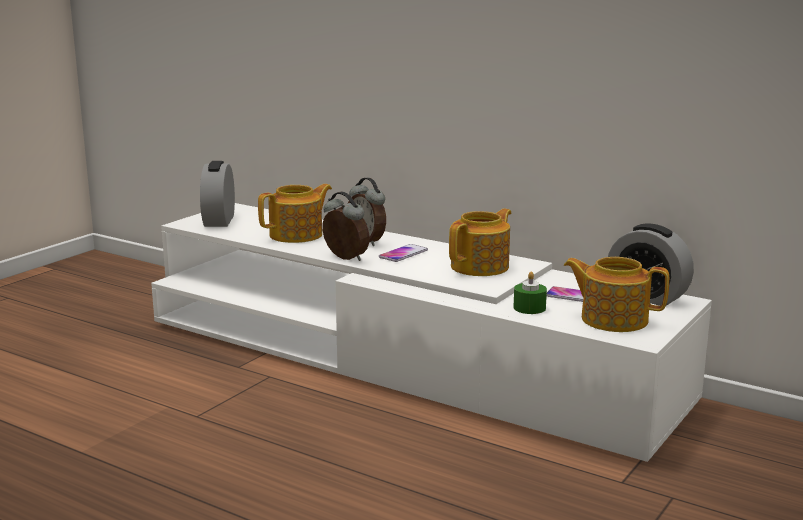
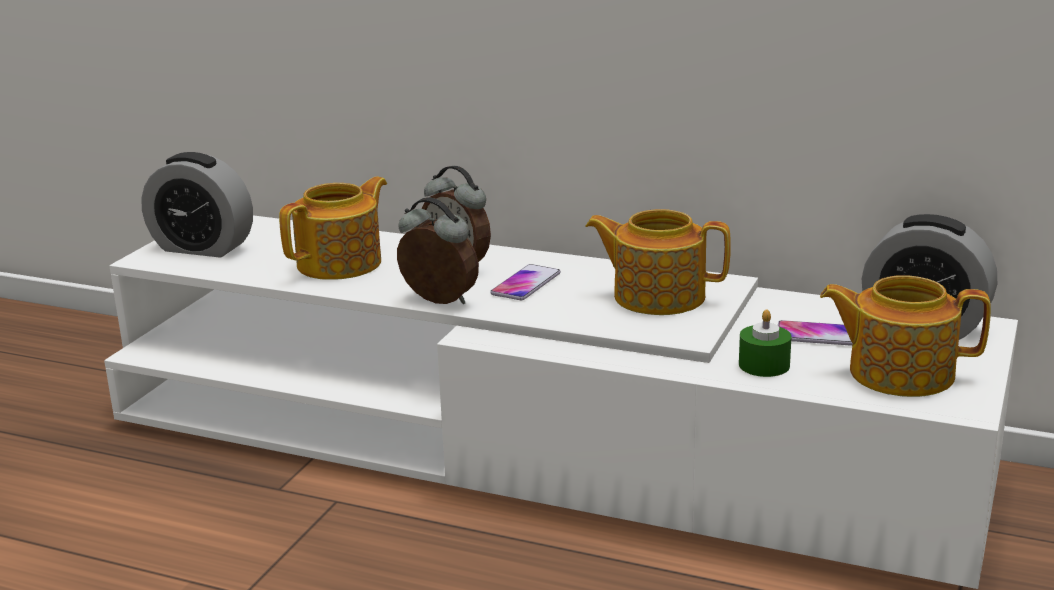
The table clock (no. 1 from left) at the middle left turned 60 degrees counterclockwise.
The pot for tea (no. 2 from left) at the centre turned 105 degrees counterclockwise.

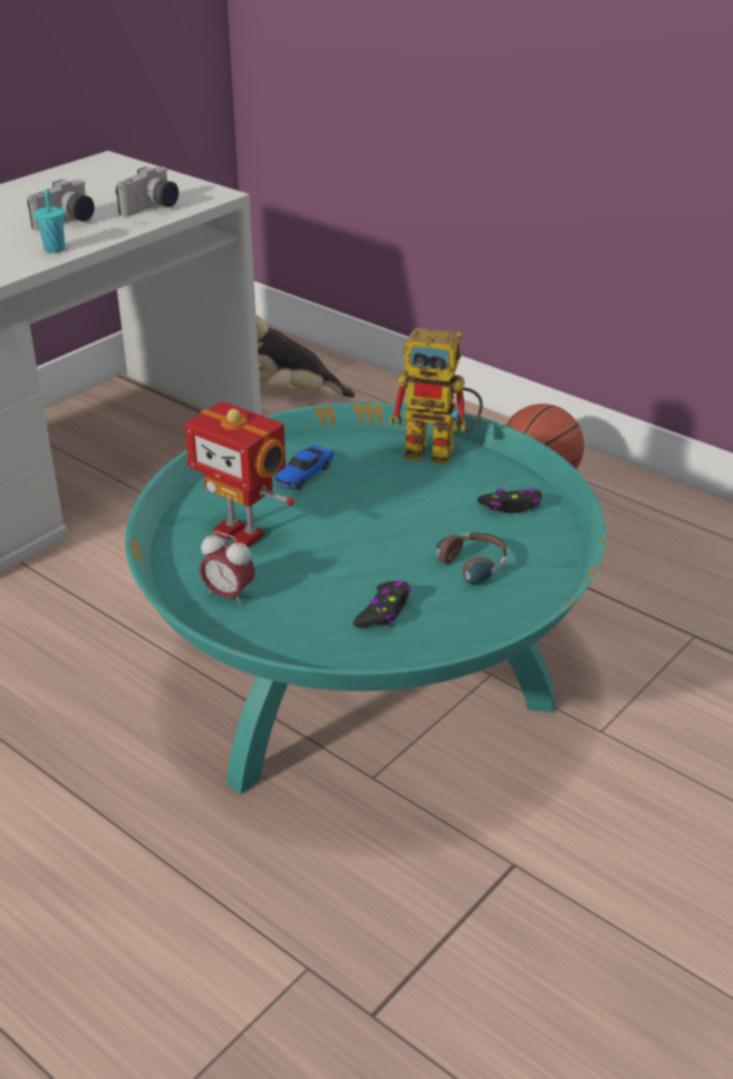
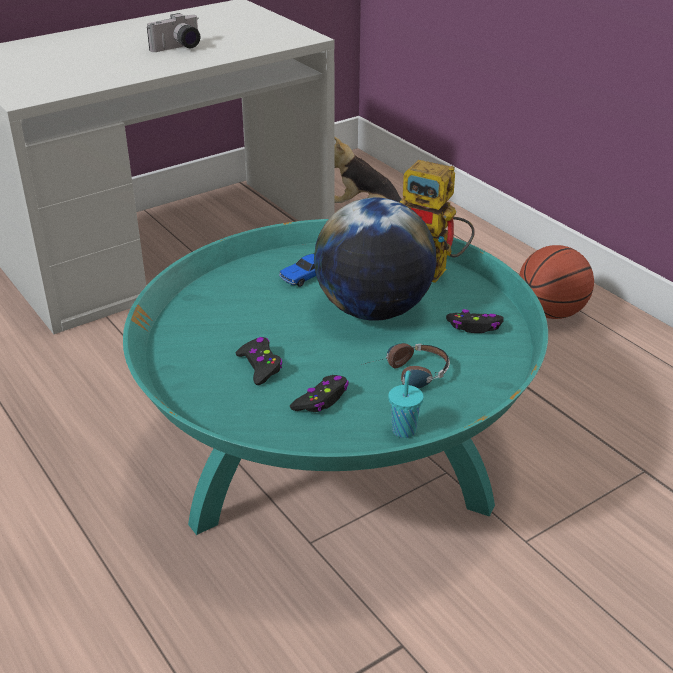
The photo camera (no. 2 from left) at the top left disappeared.
The drinking cup (turquoise) moved from the top left to the centre.
The model robot (no. 1 from left) at the middle left disappeared.
The table clock at the middle left disappeared.
The desk globe at the centre appeared.
The gamepad (black) (no. 1 from left) at the centre appeared.

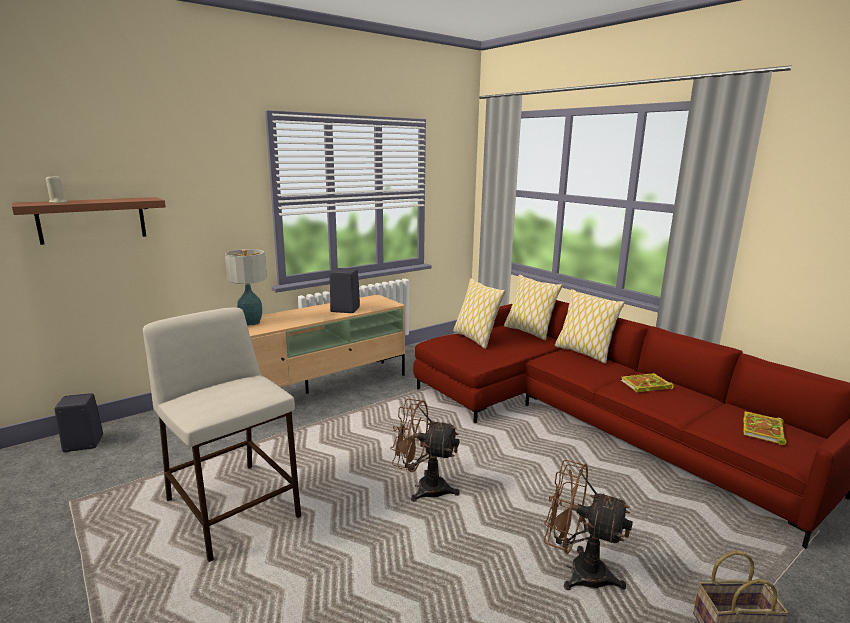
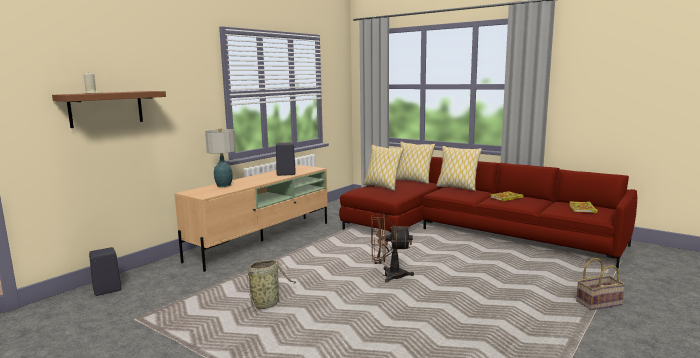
The stool (beige) at the bottom left was replaced by the basket (no. 1 from left) at the bottom centre.
The cooling fan (brownish) (no. 2 from left) at the bottom right disappeared.

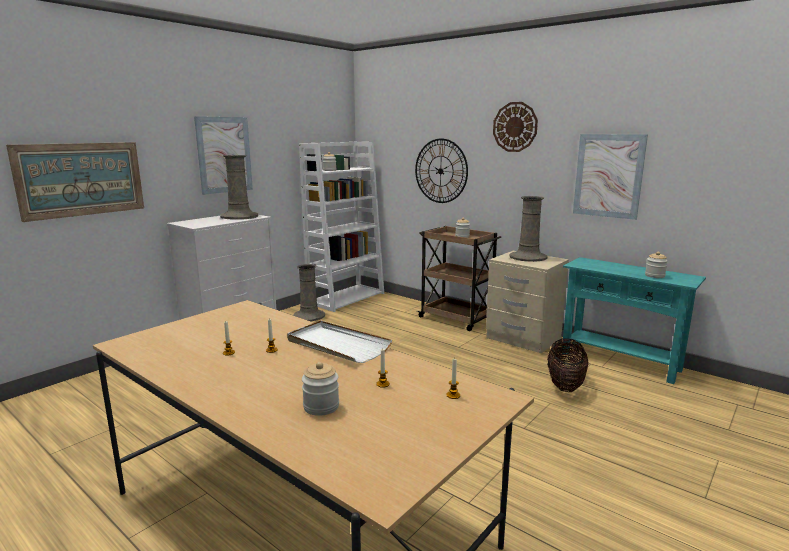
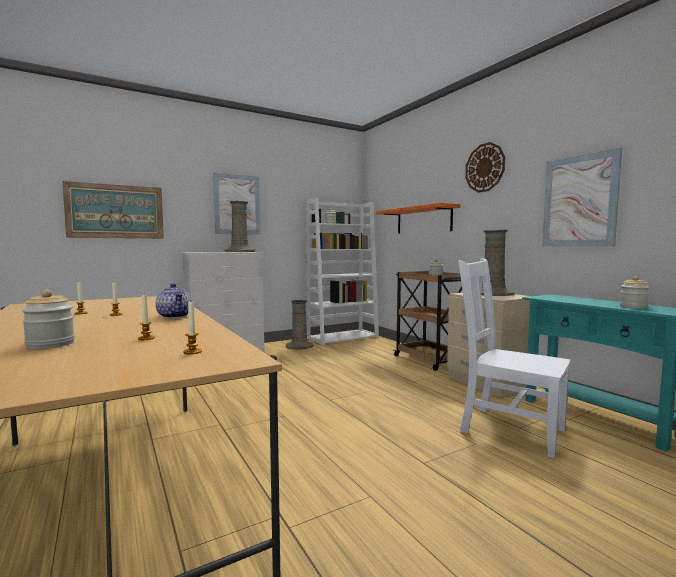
The hanging clock (no. 1 from left) at the top centre was replaced by the wall shelf (orange) at the centre.
The serving tray (white) at the centre was replaced by the pot for tea at the middle left.
The basket at the middle right was replaced by the upright chair (white) at the middle right.

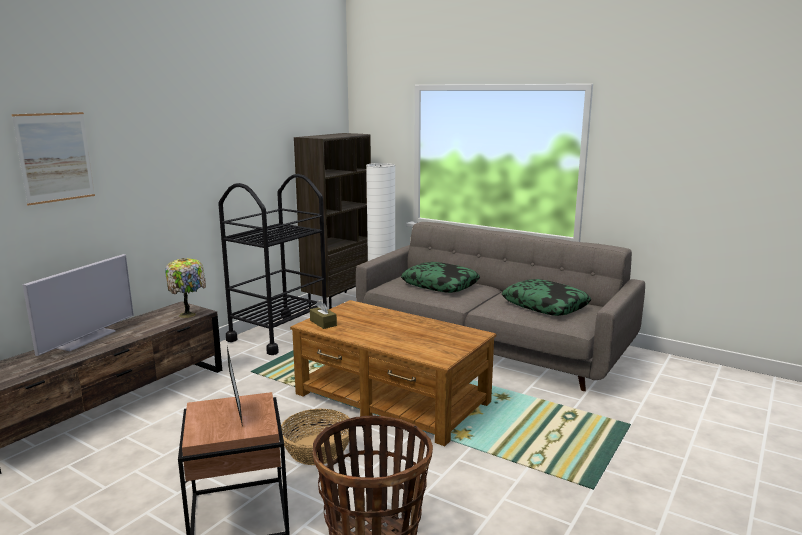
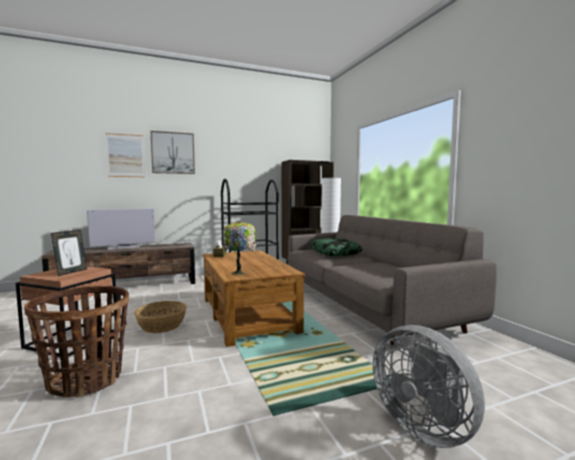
The table lamp moved from the middle left to the centre.
The throw pillow (no. 2 from left) at the middle right disappeared.
The wall picture (no. 2 from left) at the top left appeared.
The cooling fan (gray) at the bottom right appeared.

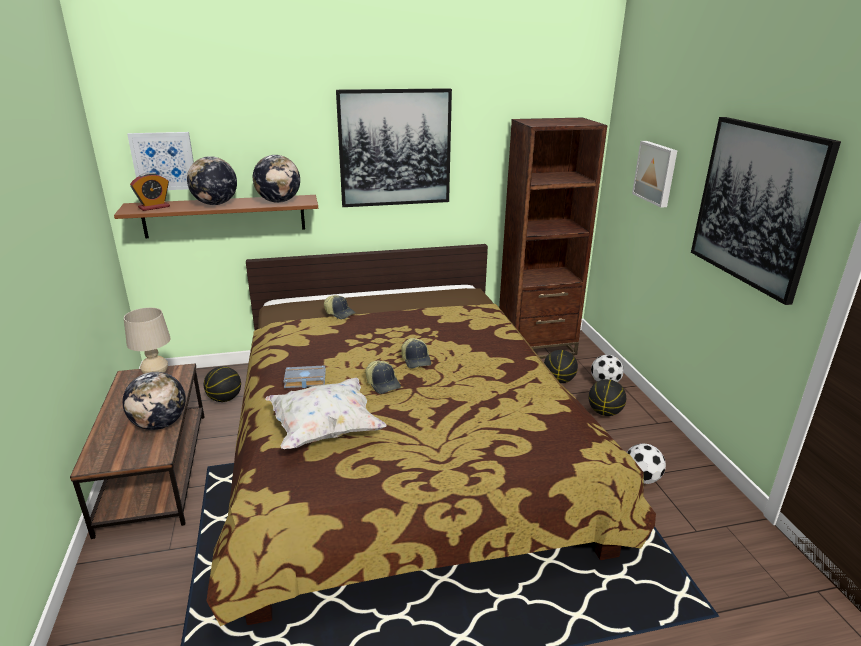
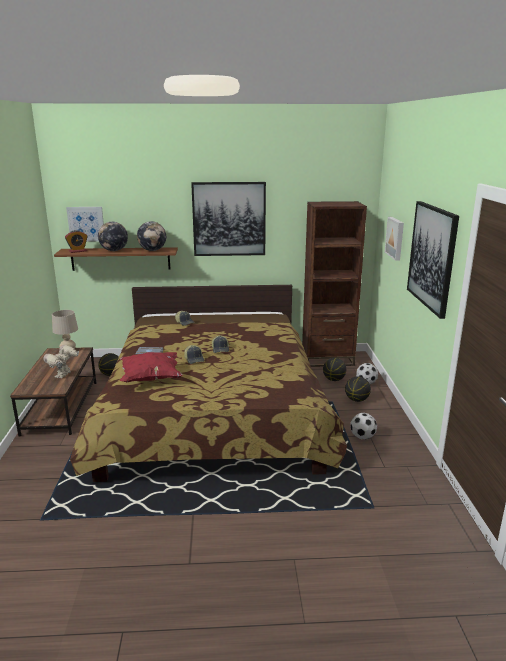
The desk globe (no. 1 from left) at the middle left was replaced by the model robot at the middle left.
The throw pillow (white) at the centre became the throw pillow (reddish) at the middle left.

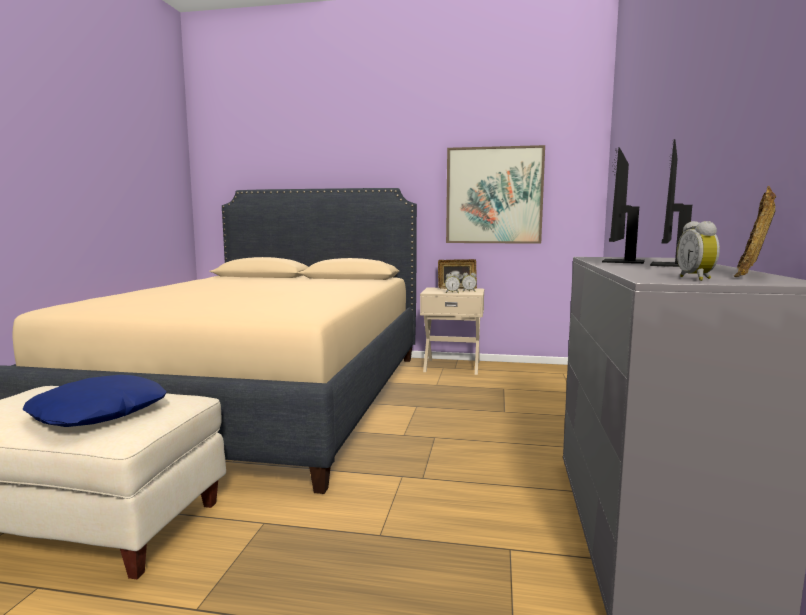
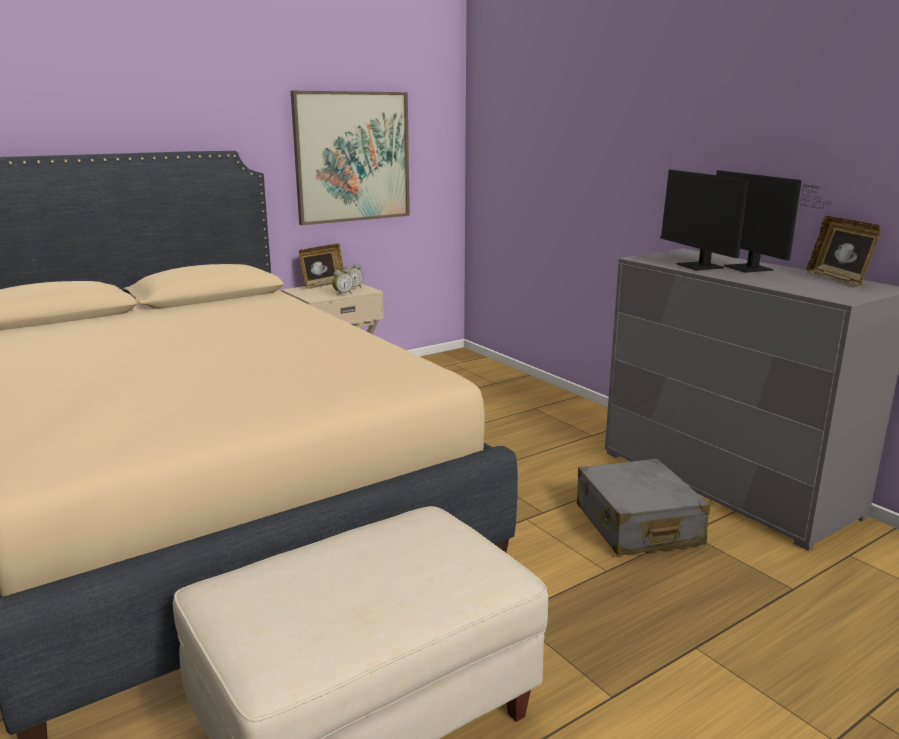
The table clock (no. 3 from left) at the middle right disappeared.
The throw pillow (bluish) at the middle left disappeared.
The travel case (gray) at the bottom right appeared.

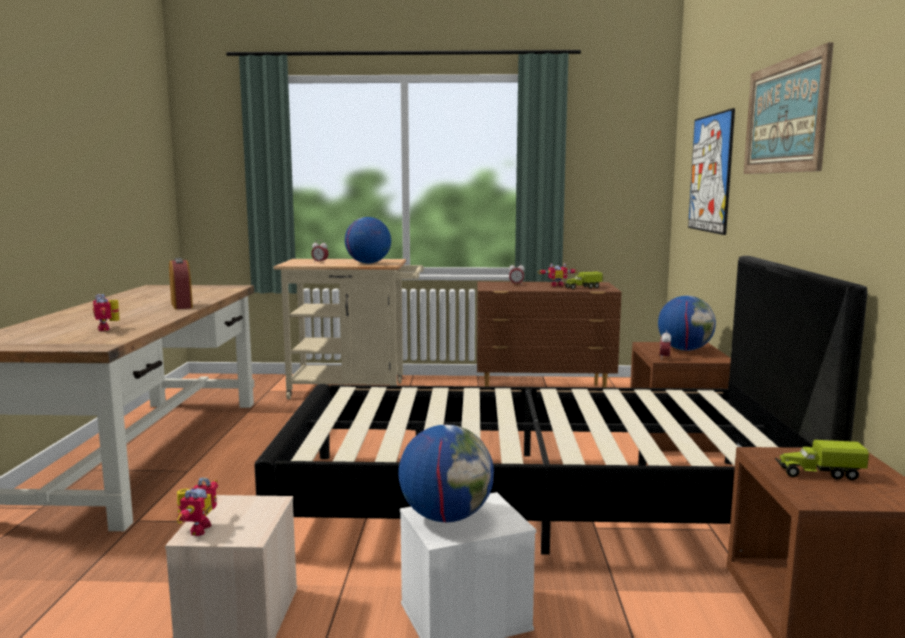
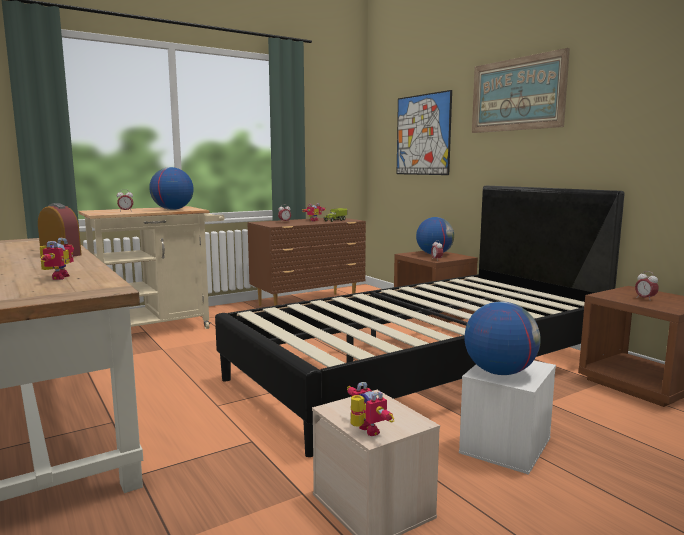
The model robot (no. 1 from left) at the middle left turned 120 degrees counterclockwise.
The model truck (no. 2 from left) at the bottom right was replaced by the table clock (no. 5 from left) at the middle right.

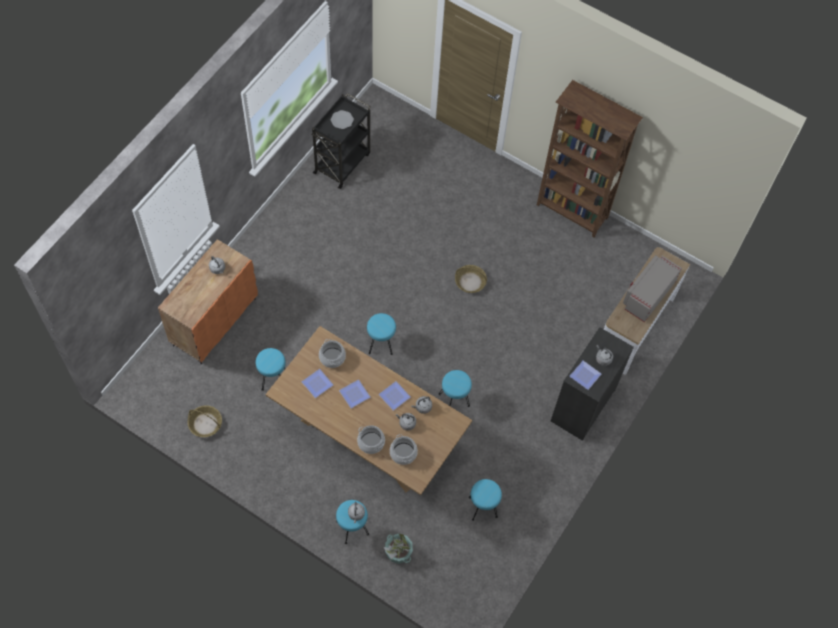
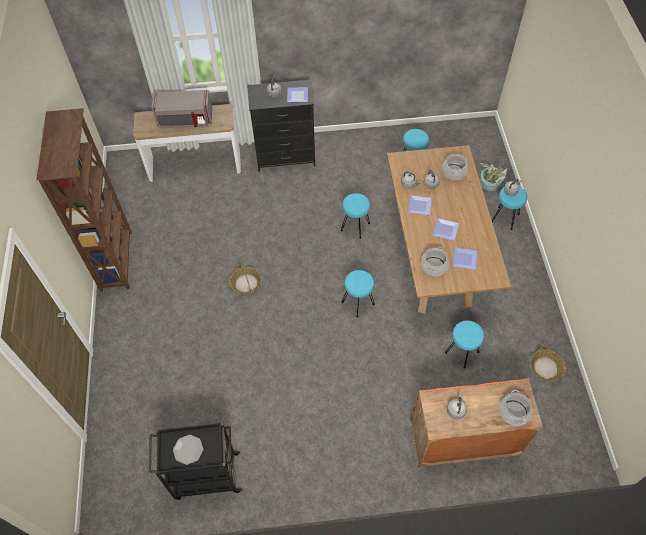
The saucepot (no. 2 from left in the first image) moved from the bottom centre to the bottom right.

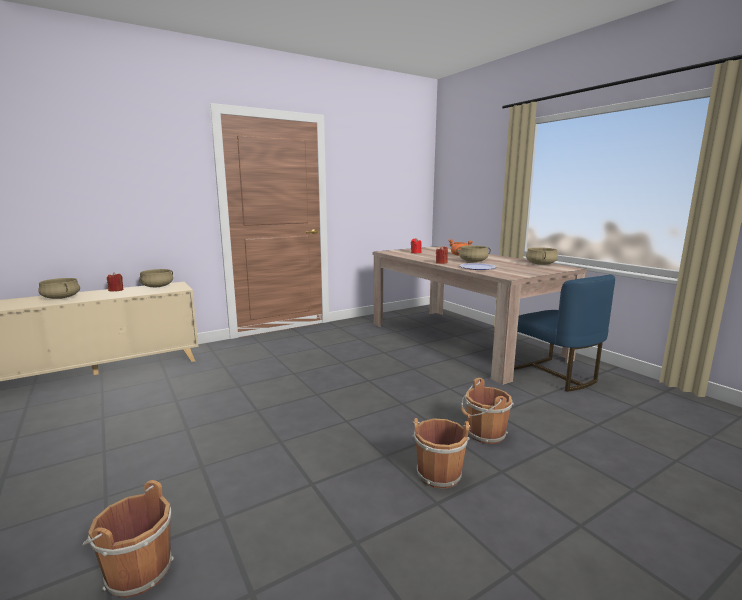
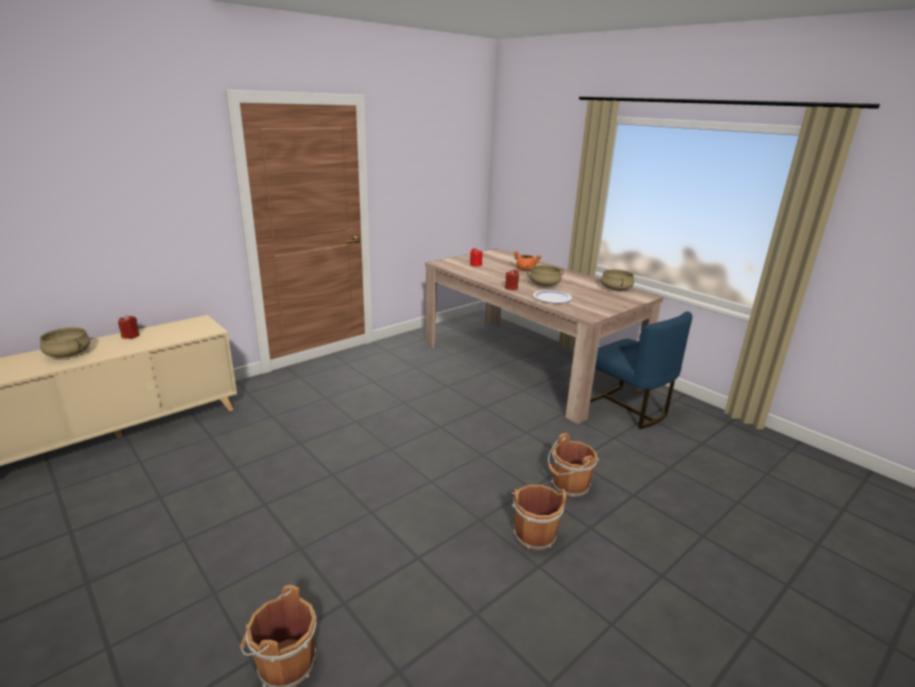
The saucepot (beige) (no. 2 from left) at the middle left disappeared.

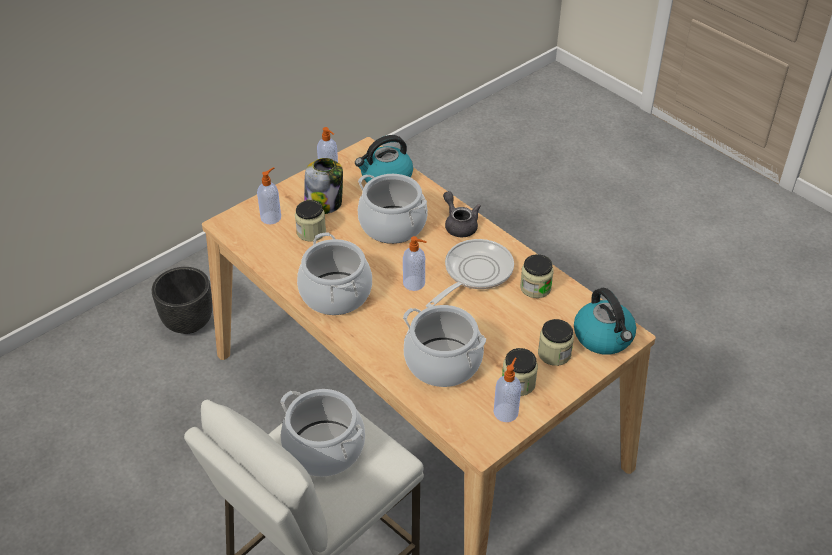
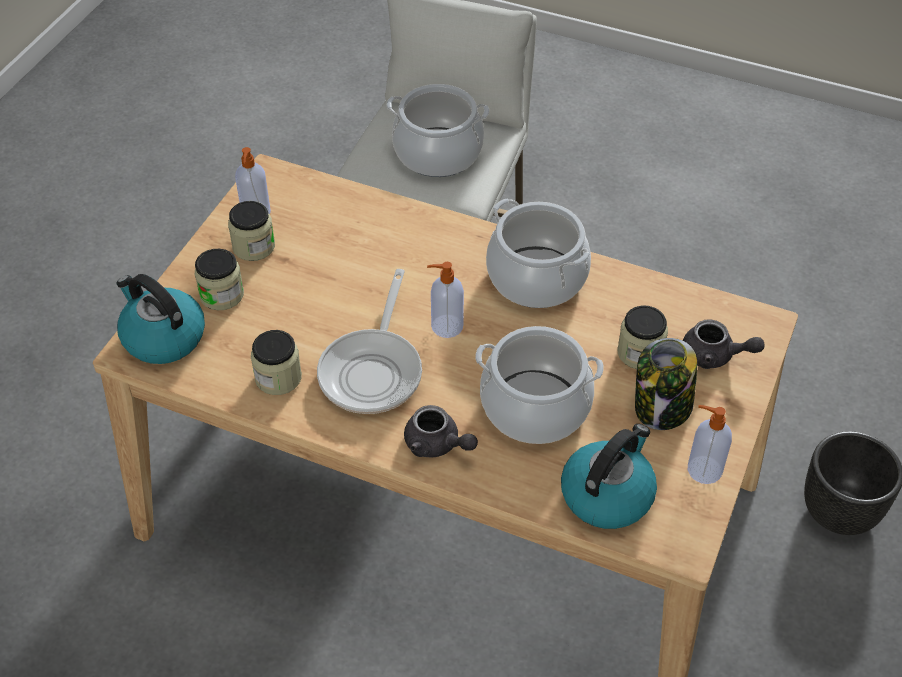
The liquid soap bottle (no. 1 from left) at the middle left was replaced by the pot for tea (gray) (no. 2 from left) at the middle right.
The saucepot (no. 4 from left) at the centre disappeared.

